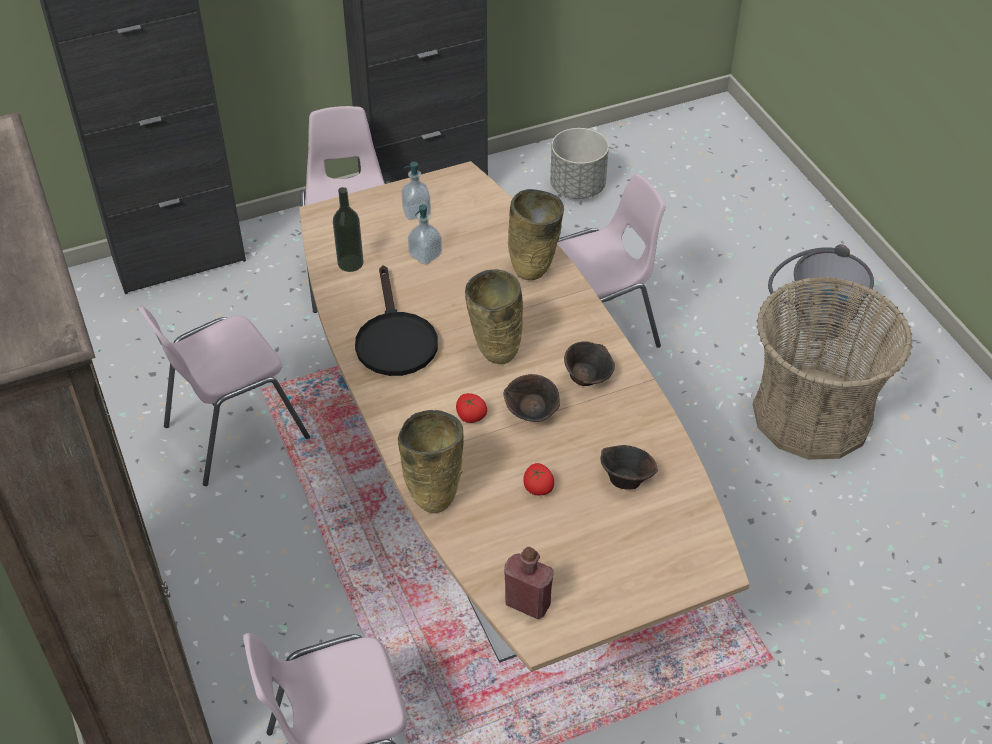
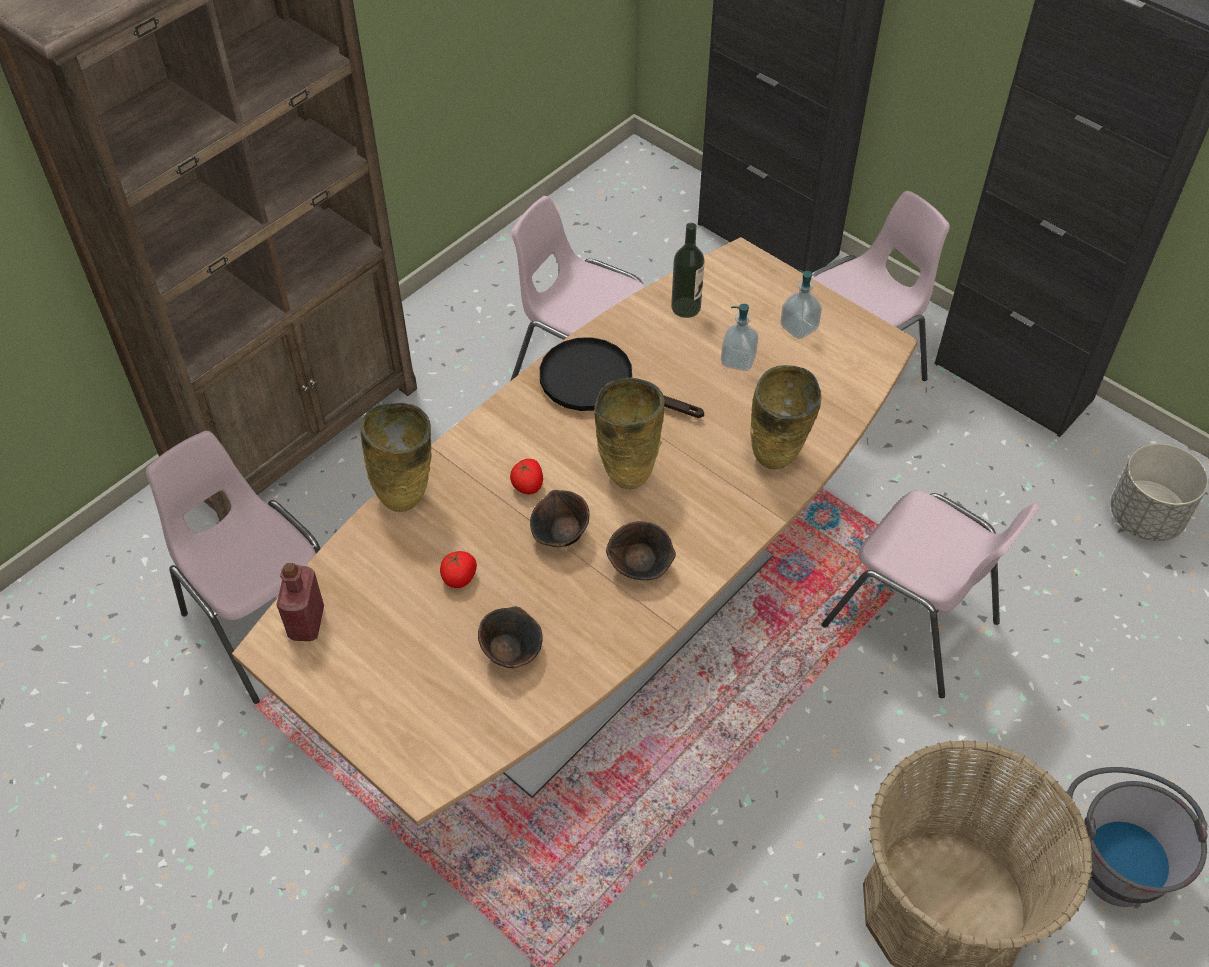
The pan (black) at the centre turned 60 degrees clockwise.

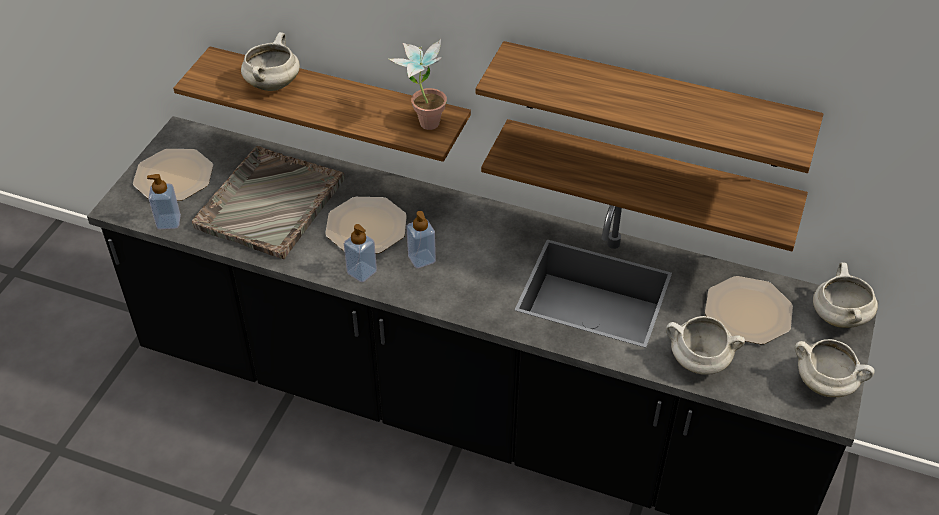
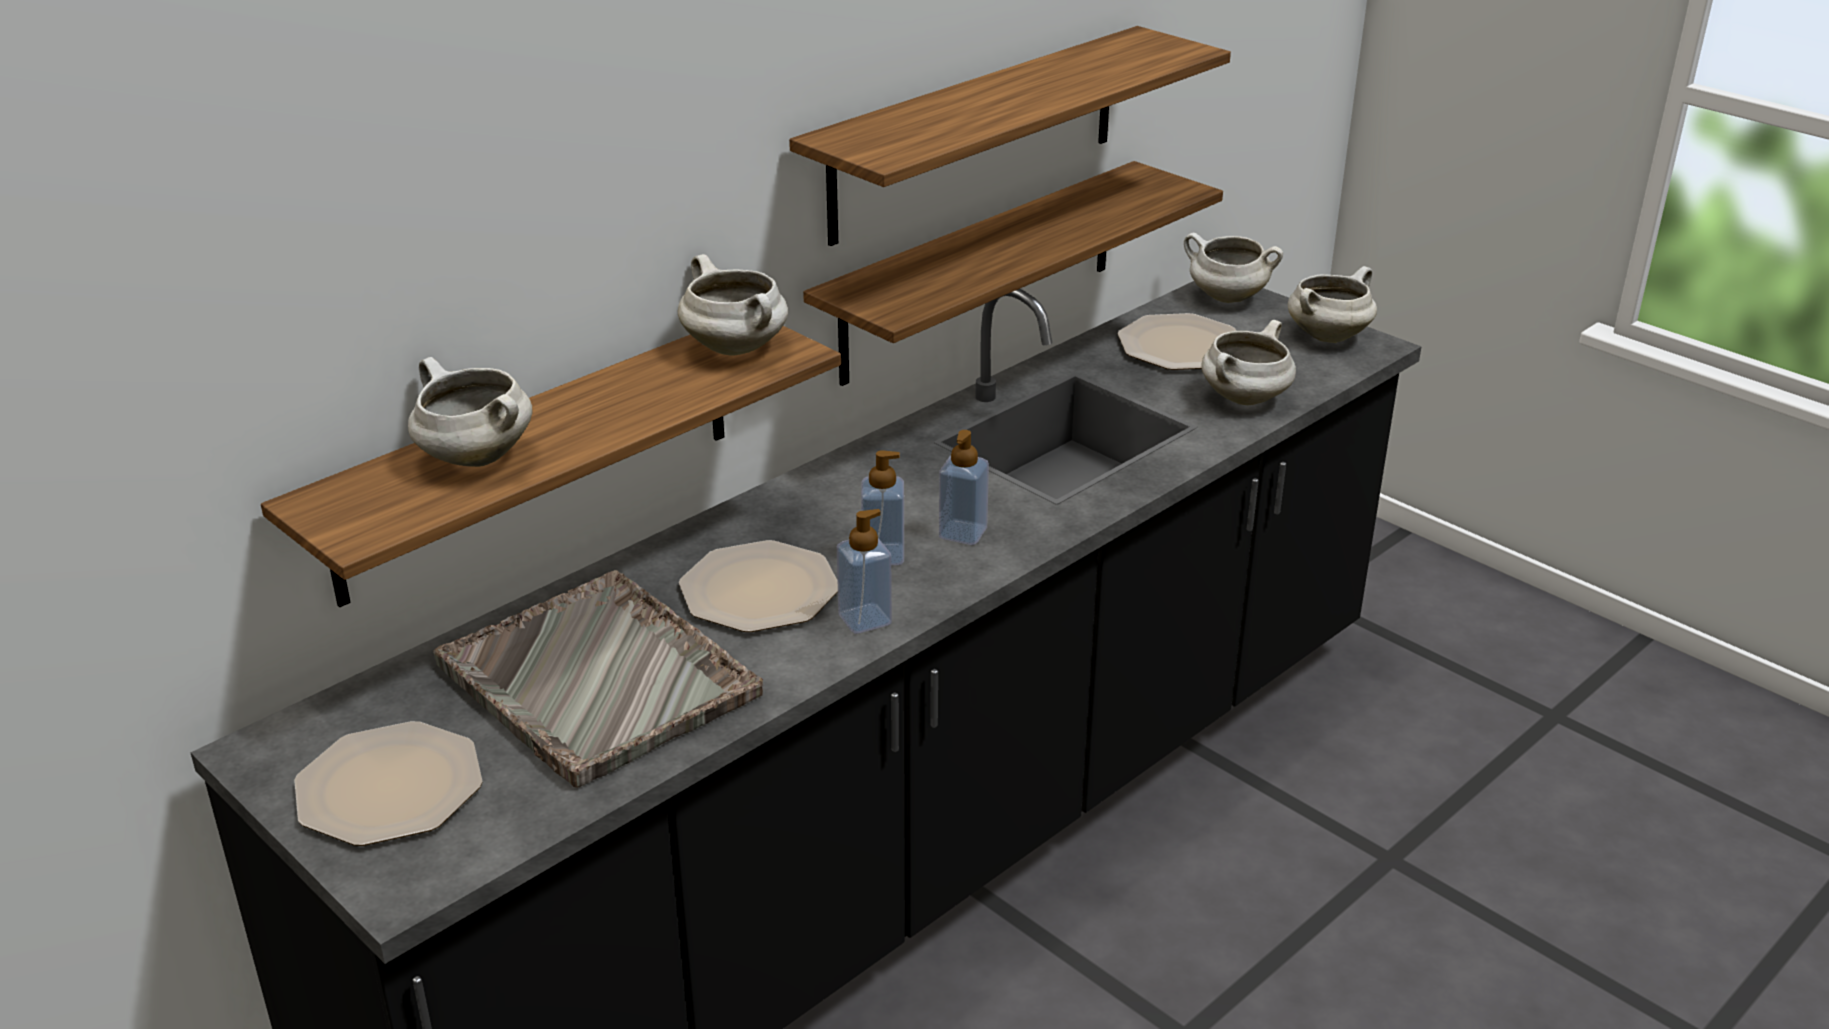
The houseplant at the top centre was replaced by the saucepot (white) (no. 2 from left) at the top centre.
The liquid soap bottle (no. 1 from left in the first image) moved from the middle left to the centre.

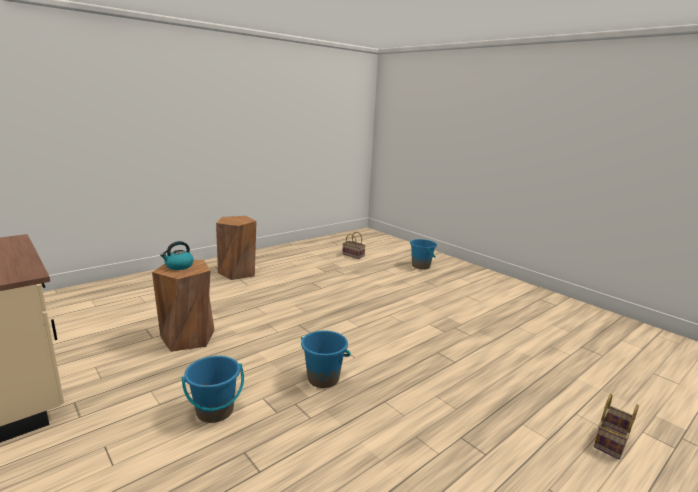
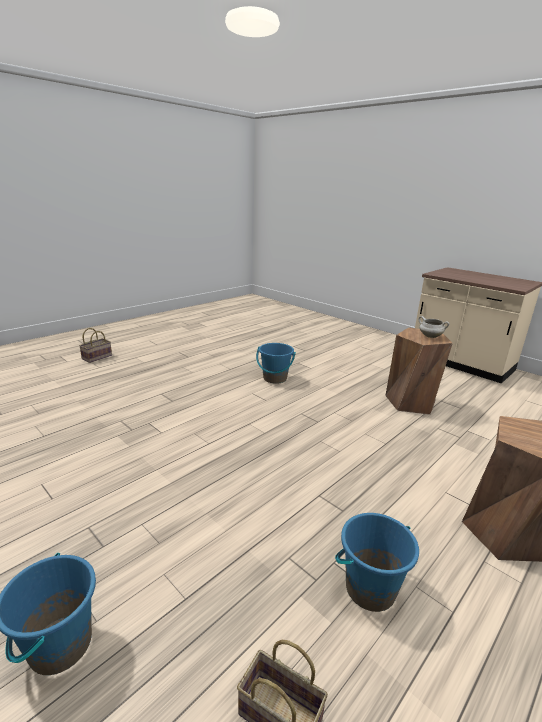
The water kettle at the middle left was replaced by the saucepot (white) at the middle right.
The bucket (bluish) (no. 1 from left in the first image) moved from the bottom left to the bottom right.

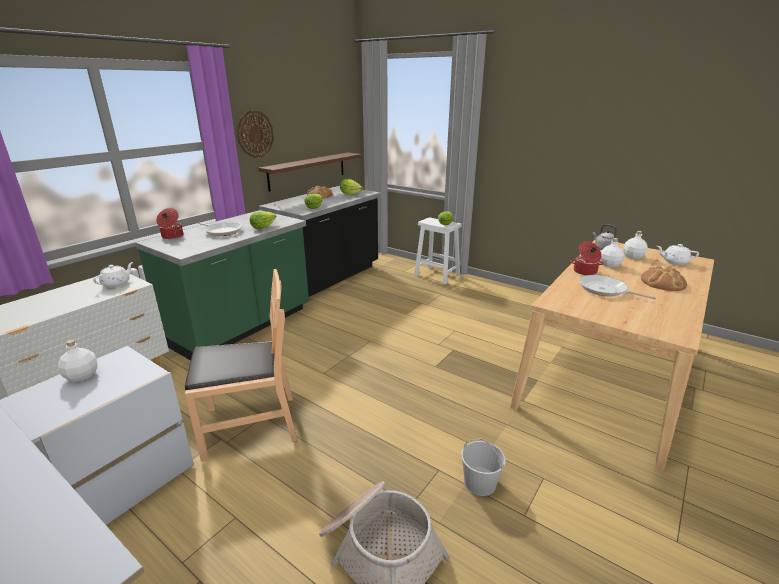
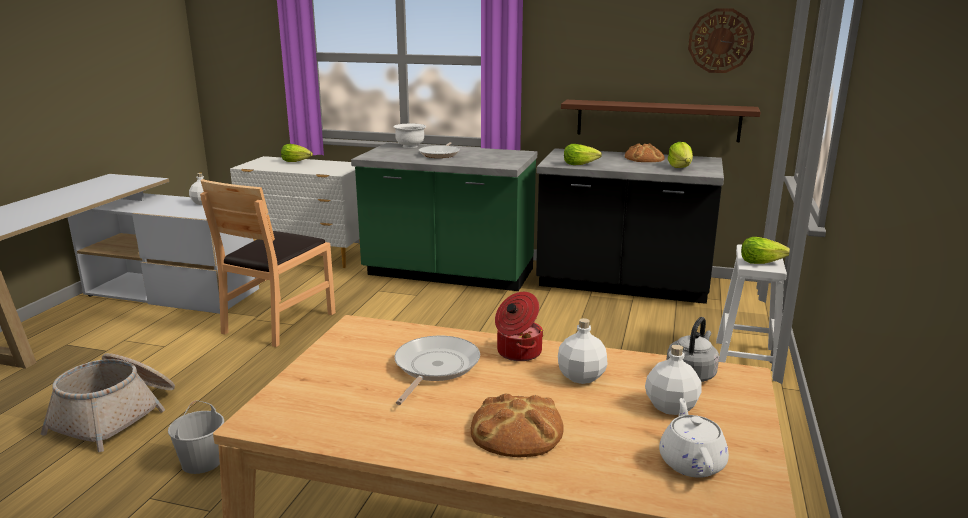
The hanging clock moved from the top left to the top right.
The saucepot (no. 1 from left) at the middle left was replaced by the serving bowl (white) at the top centre.
The head of lettuce (no. 1 from left) moved from the centre to the top left.
The pot for tea (white) (no. 1 from left) at the middle left disappeared.
The upright chair (brownish) at the middle left turned 60 degrees clockwise.

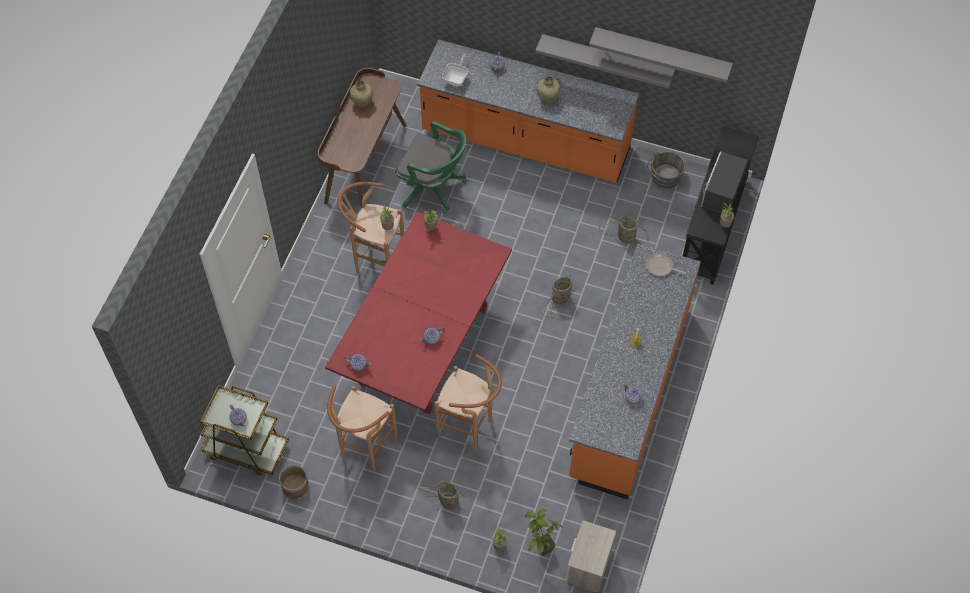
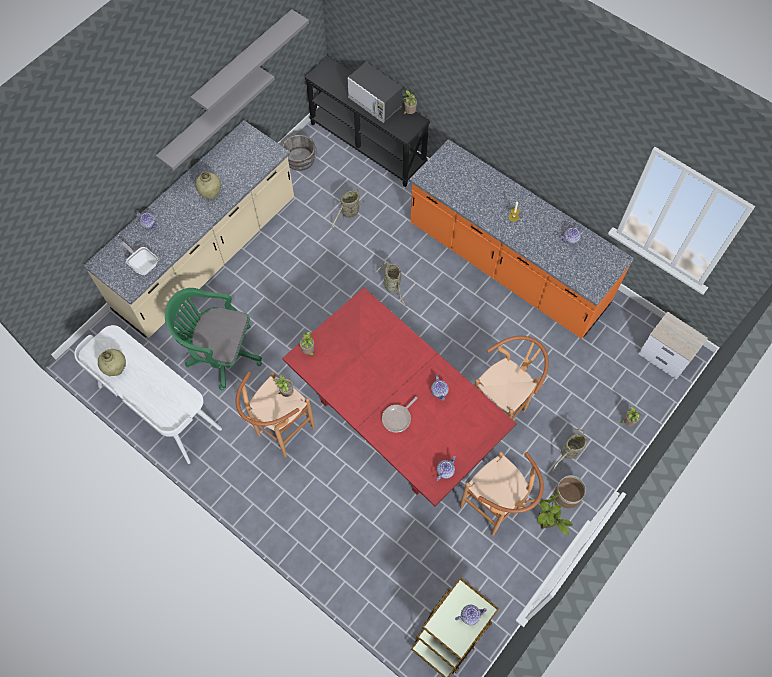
The kitchen counter (orange) (no. 1 from left) at the top centre became the kitchen counter (beige) at the middle left.
The desk table (brownish) at the top centre became the desk table (white) at the middle left.
The computer chair (greenish) at the top centre turned 120 degrees counterclockwise.
The pan (no. 2 from left) moved from the middle right to the centre.
The planter moved from the bottom left to the bottom right.
The houseplant (no. 4 from left) moved from the bottom centre to the bottom right.

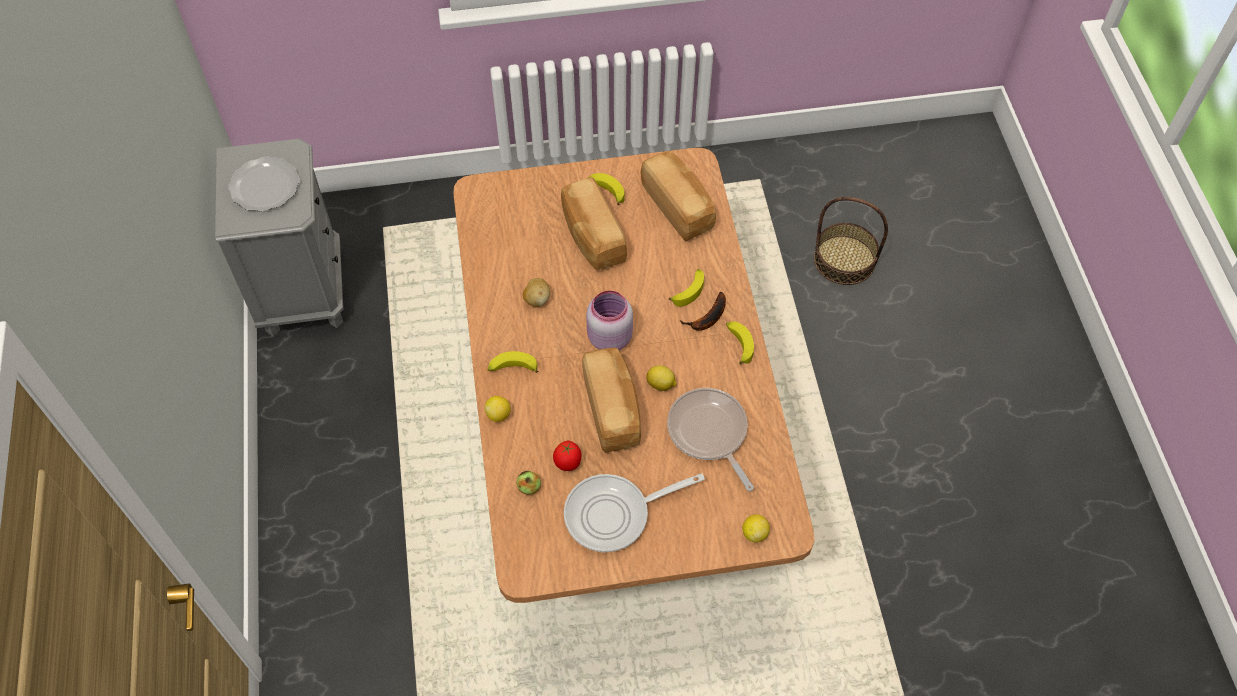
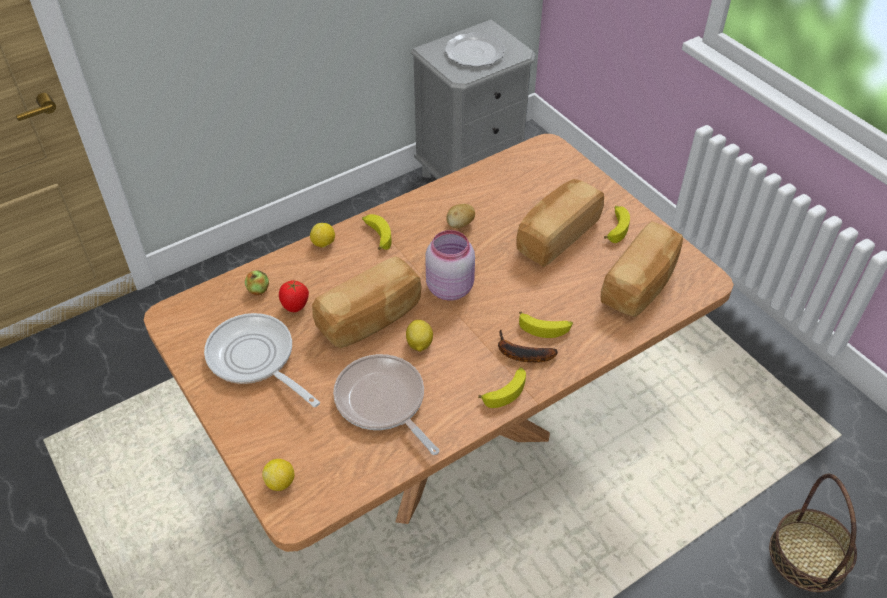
The pan (no. 2 from left) at the centre turned 75 degrees counterclockwise.

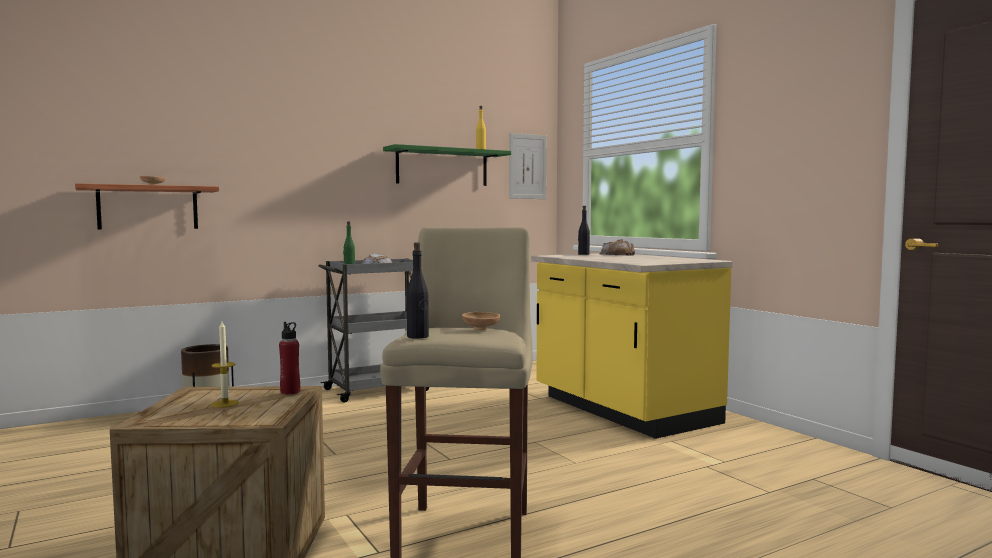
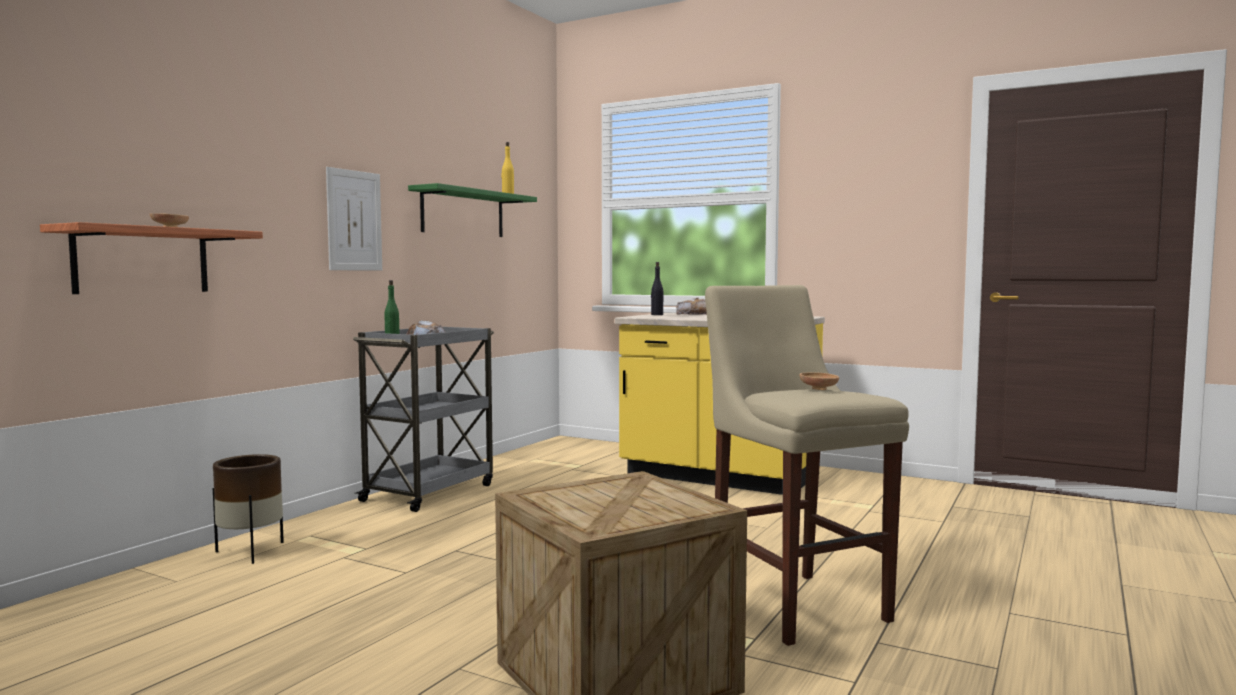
The wall picture moved from the top centre to the top left.
The beverage bottle (black) (no. 1 from left) at the centre disappeared.
The wax candle at the middle left disappeared.
The beverage bottle (reddish) at the middle left disappeared.

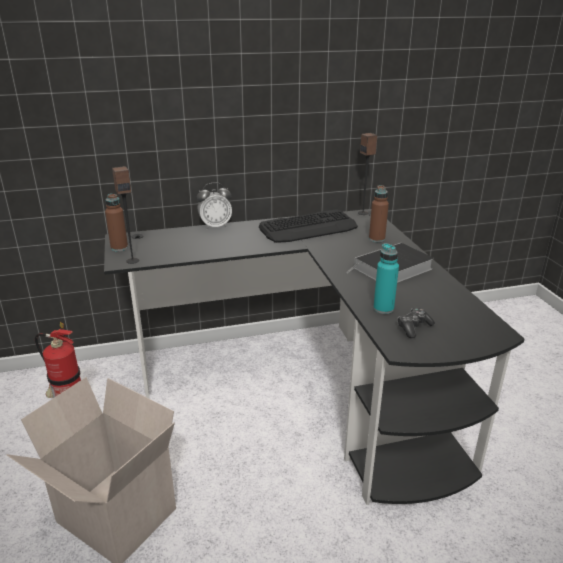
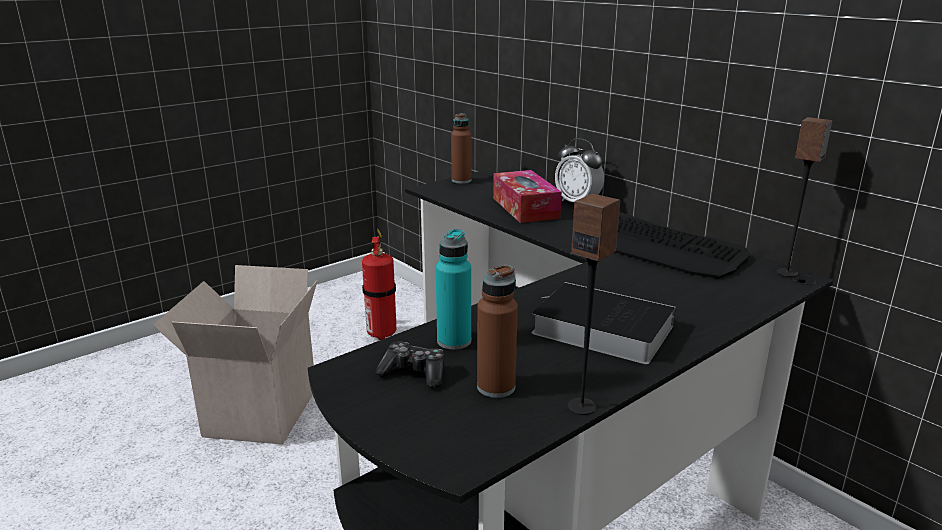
The audio speaker (no. 1 from left) moved from the middle left to the centre.
The beverage bottle (brownish) (no. 2 from left) moved from the middle right to the centre.
The tissue holder at the centre appeared.

